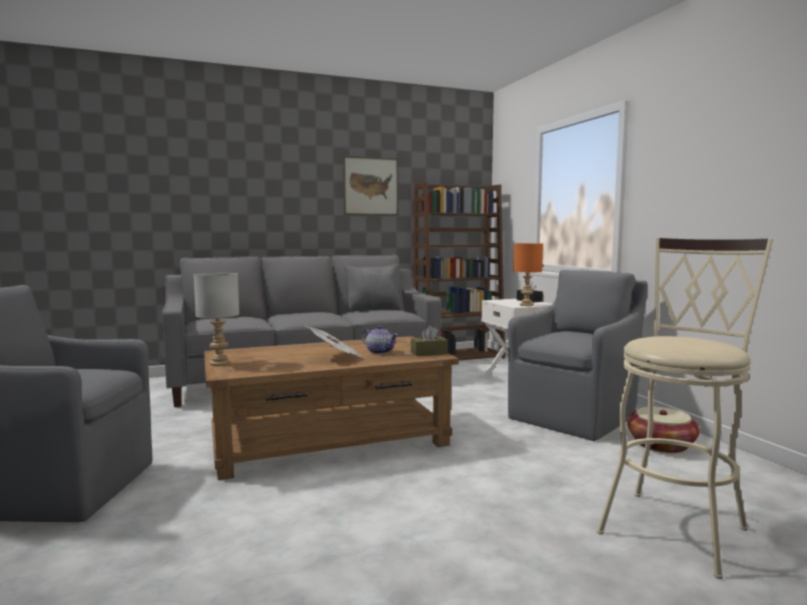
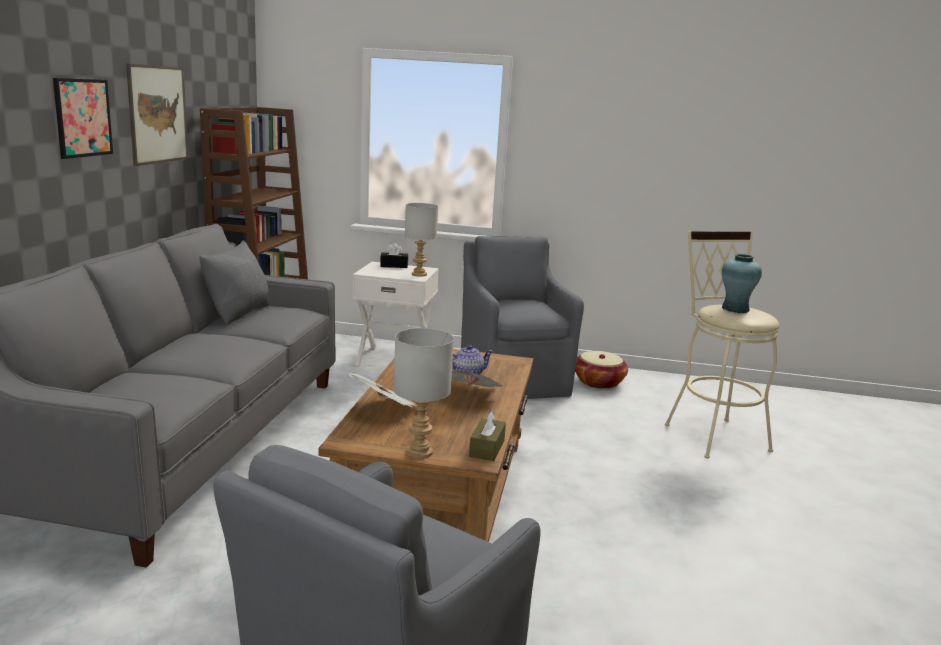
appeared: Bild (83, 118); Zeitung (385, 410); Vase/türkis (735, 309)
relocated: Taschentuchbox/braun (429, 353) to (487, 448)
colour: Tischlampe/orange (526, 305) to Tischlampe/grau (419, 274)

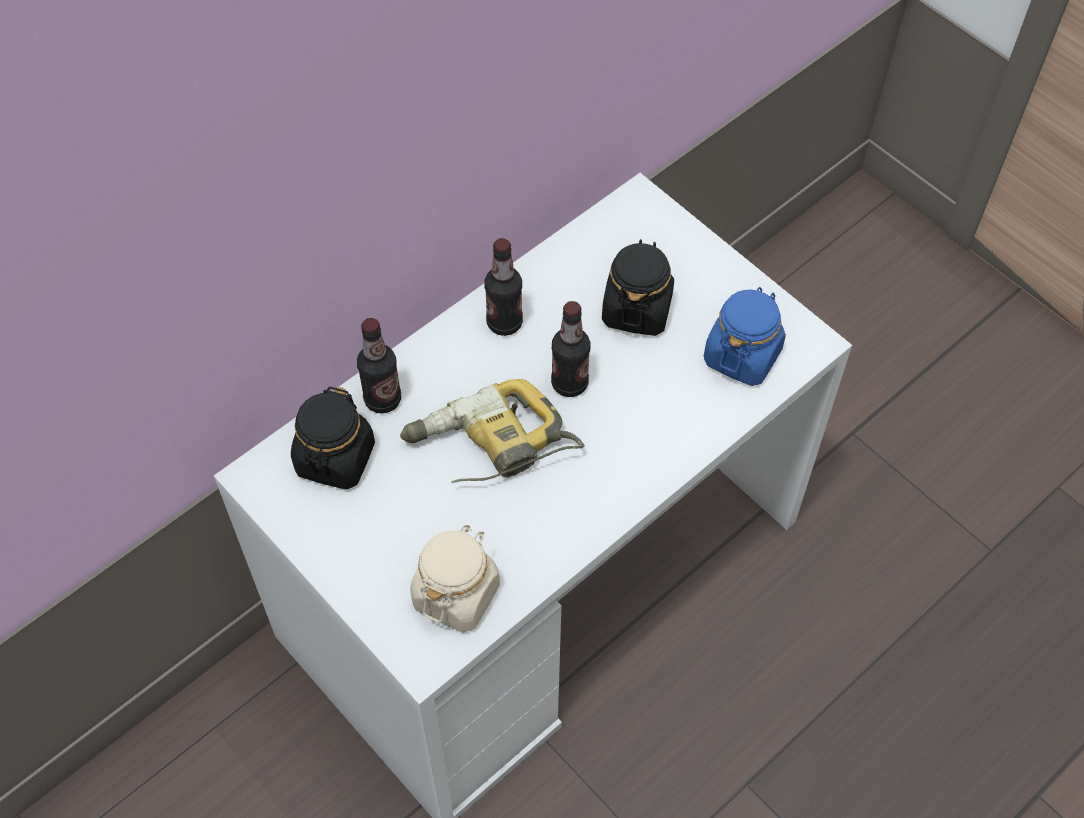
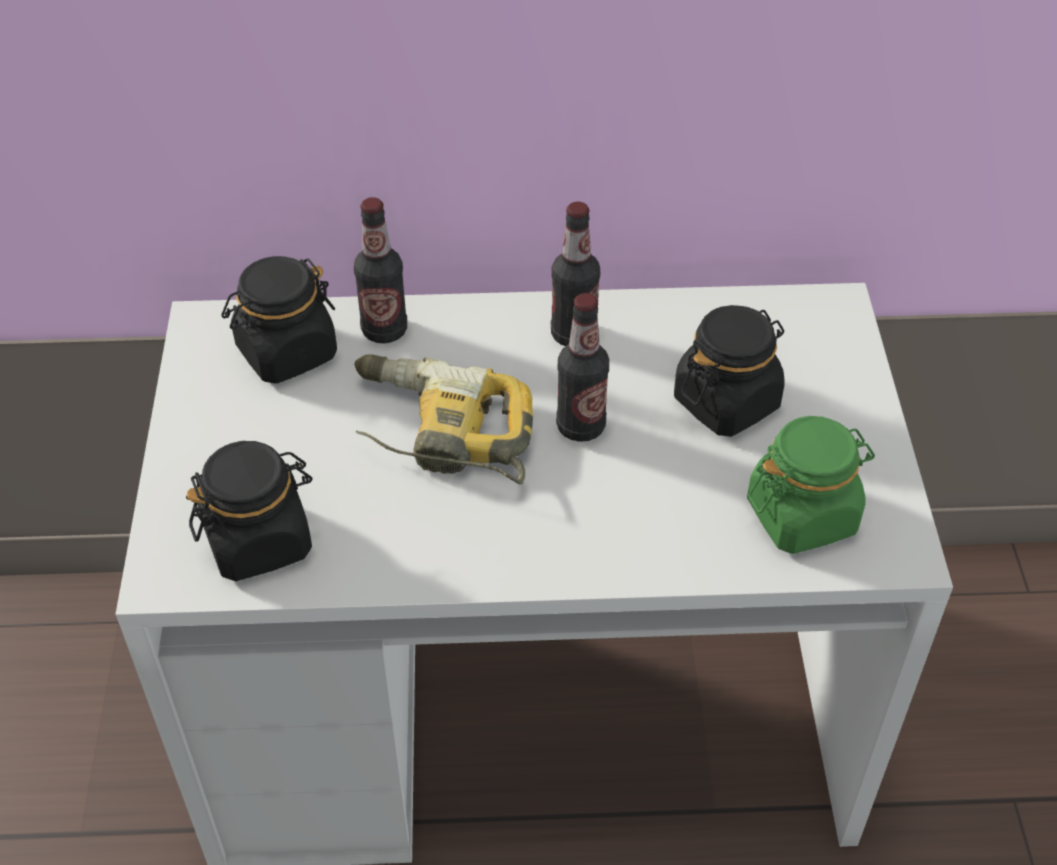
colour: Vorratsglas/beige (456, 594) to Vorratsglas/schwarz (259, 541); Vorratsglas/blau (742, 355) to Vorratsglas/grün (802, 515)

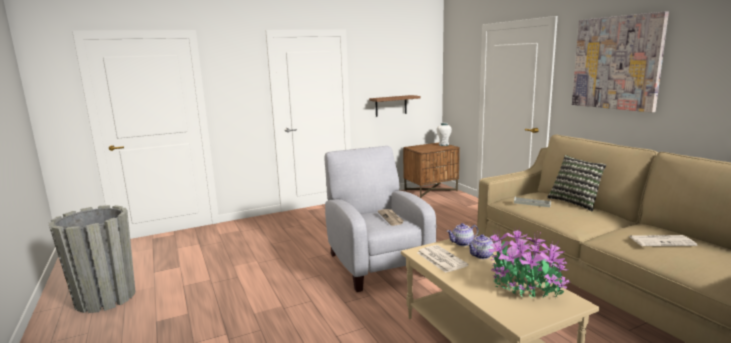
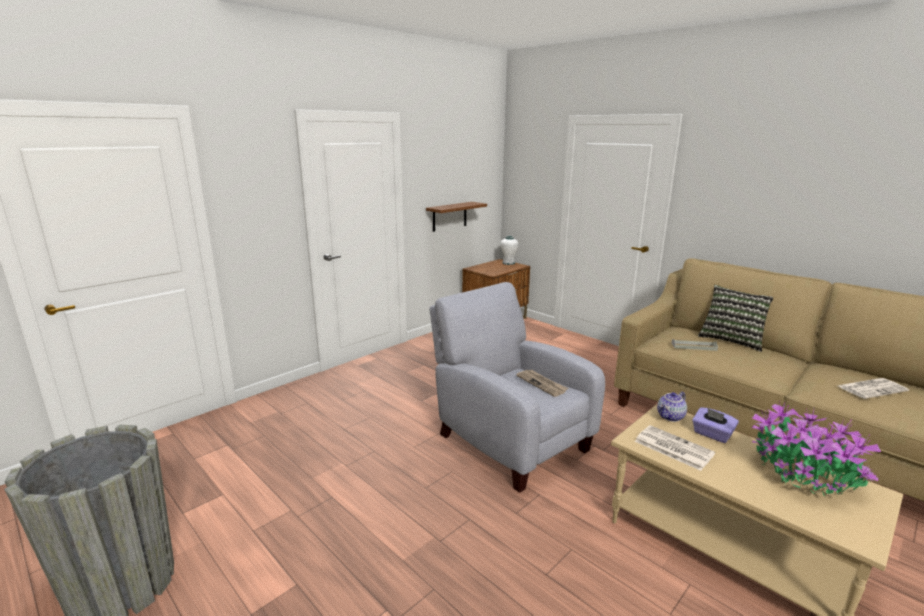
missing: Bild (616, 63)
exchanged: Teekanne (482, 256) to Taschentuchbox/lila (712, 434)

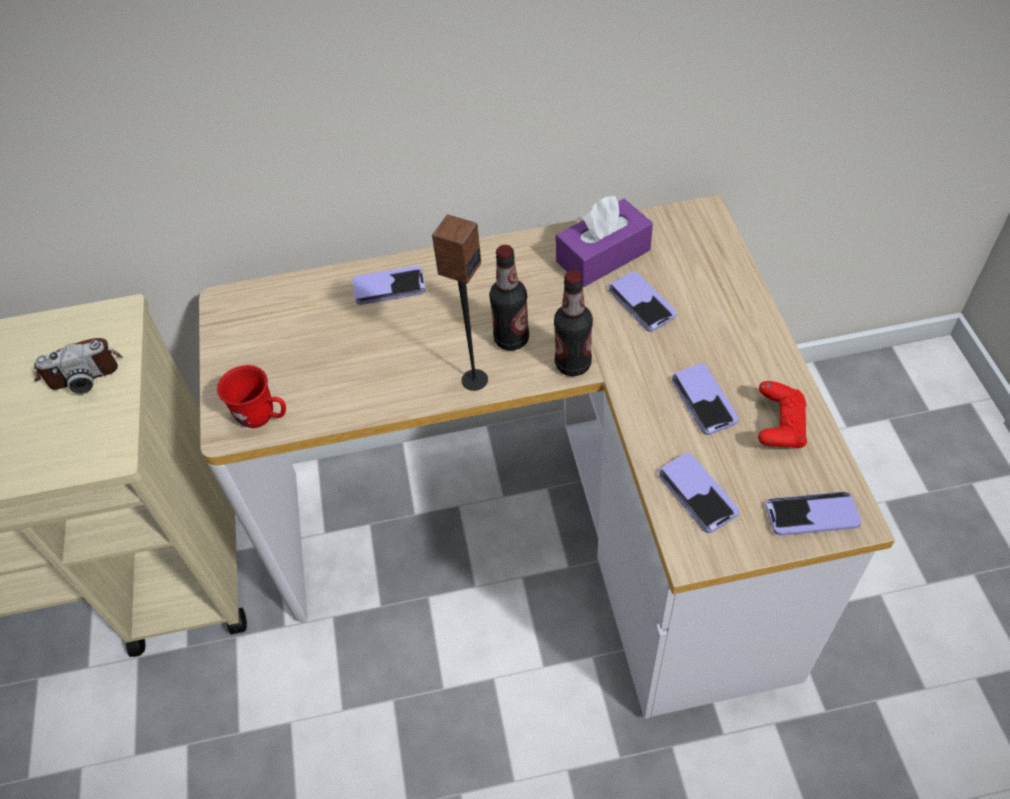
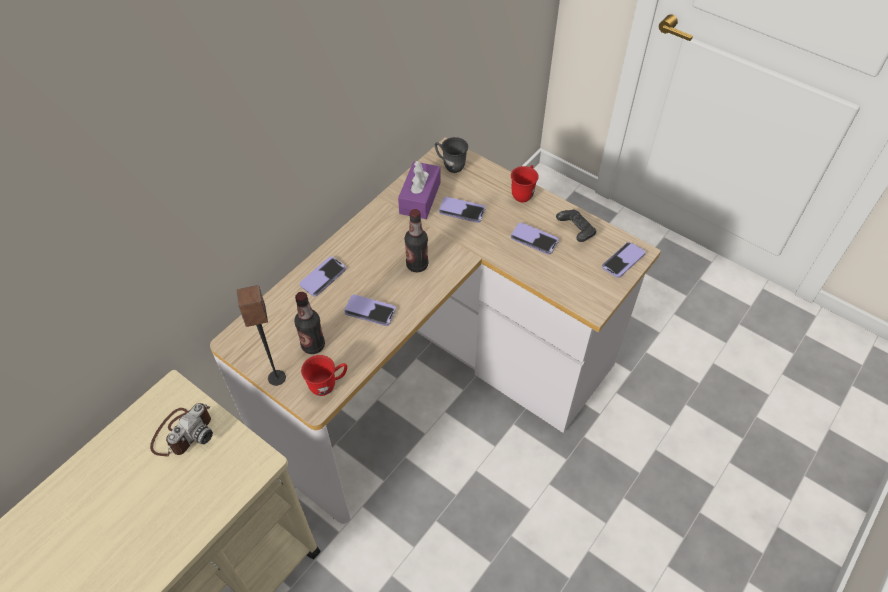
appeared: Henkelbecher/grau (450, 165); Henkelbecher/rot (524, 193)
relocated: Lautsprecher (474, 380) to (276, 378); Flasche (573, 364) to (313, 345); Handy (697, 494) to (370, 311)
colour: Gamepad/rot (779, 426) to Gamepad/schwarz (575, 231)

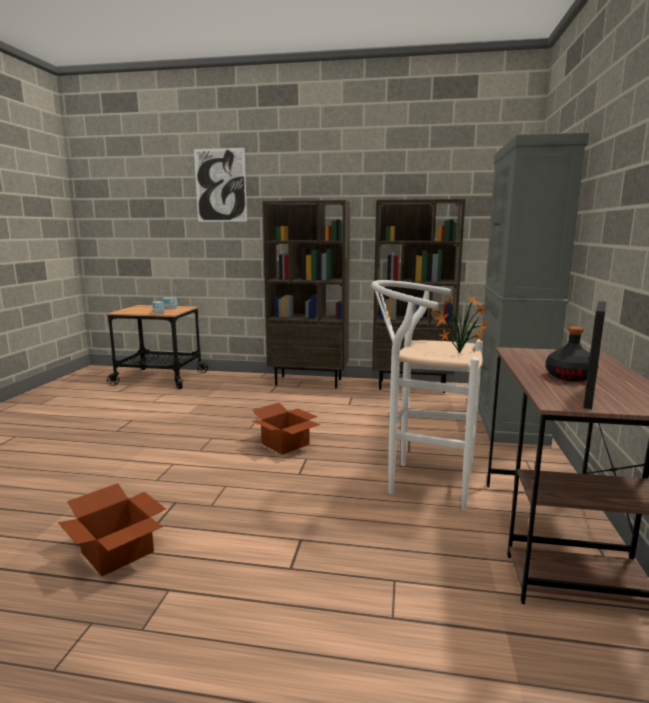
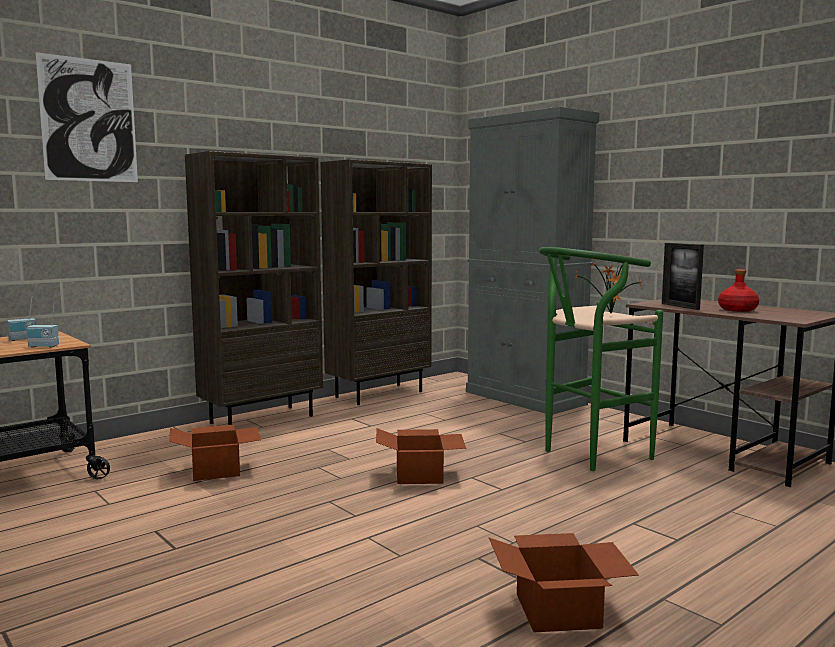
appeared: Karton (217, 470)
relocated: Bilderrahmen (589, 397) to (680, 306)
colour: Hocker/weiß (421, 482) to Hocker/grün (588, 456); Flasche/schwarz (570, 377) to Flasche/rot (737, 310)

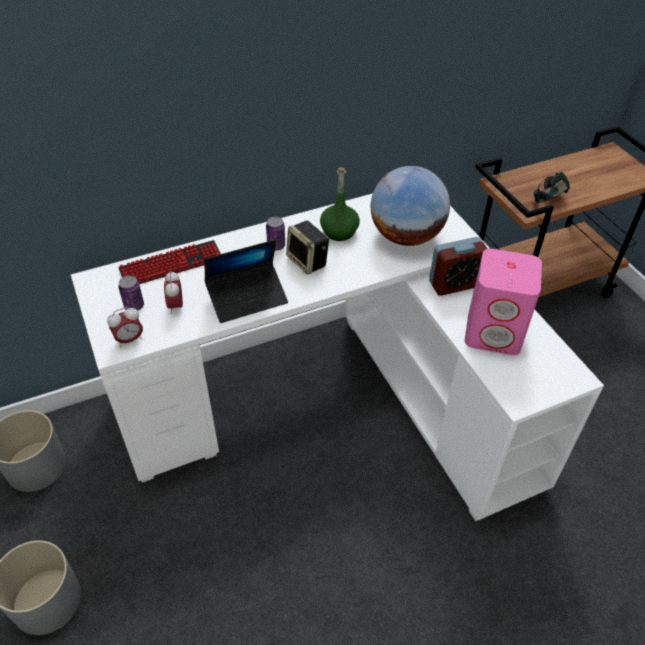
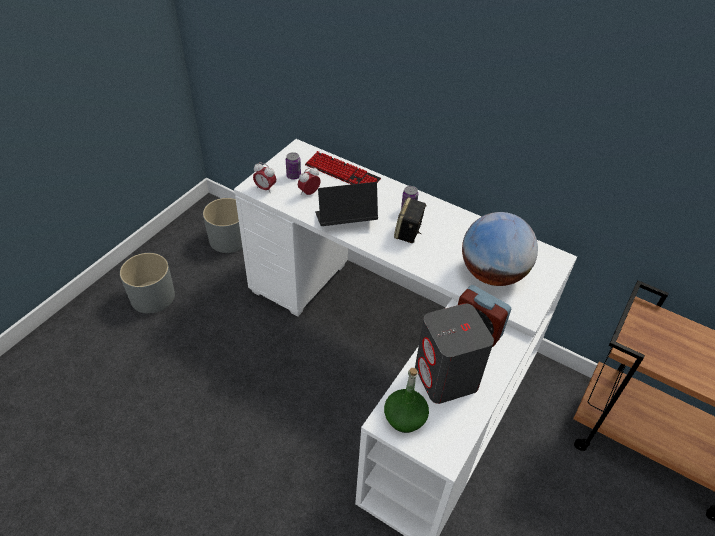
missing: Kopfhörer (548, 201)
relocated: Flasche/grün (339, 231) to (405, 418)
colour: Lautsprecher/rosa (494, 332) to Lautsprecher/grau (446, 378)
spun: Laptop (247, 298) = (345, 220) 135 degrees clockwise

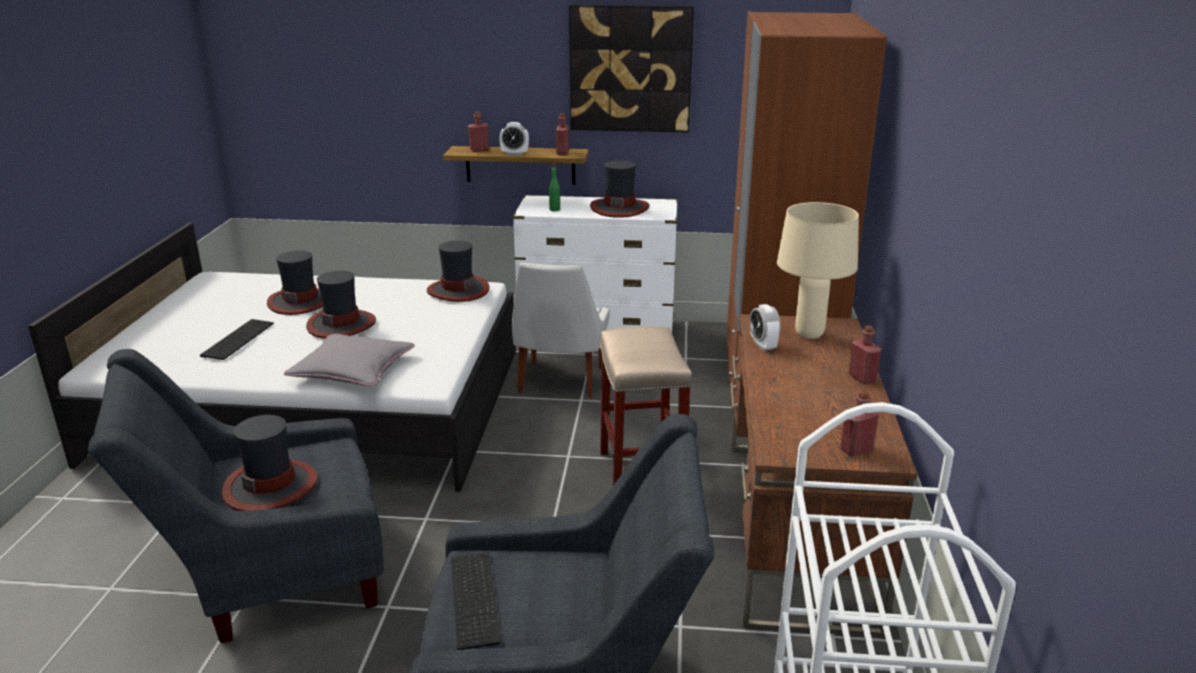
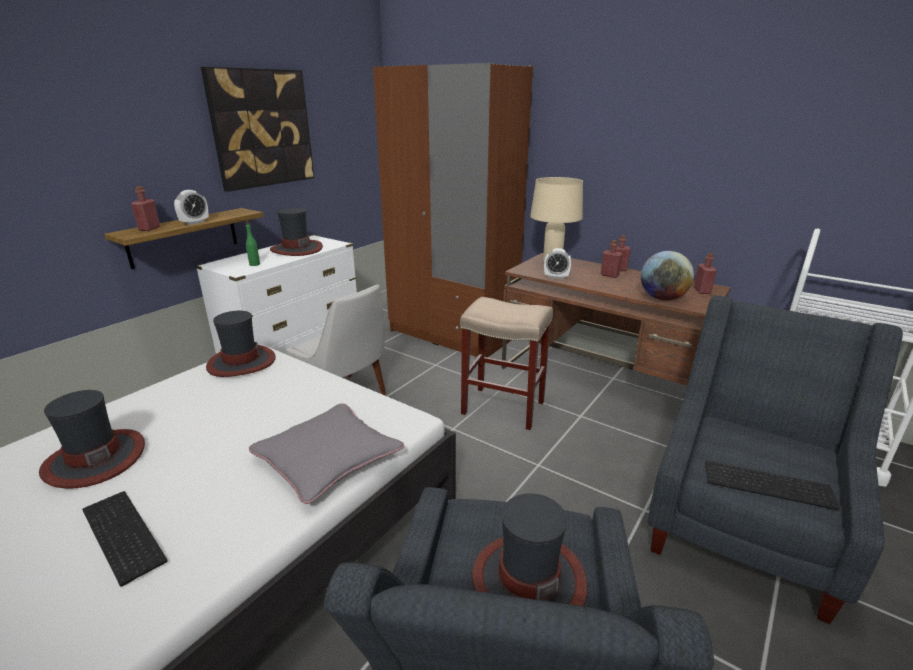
missing: Hut (342, 324)
appeared: Globus (662, 298)
relocated: Flasche/rot (562, 152) to (609, 275)

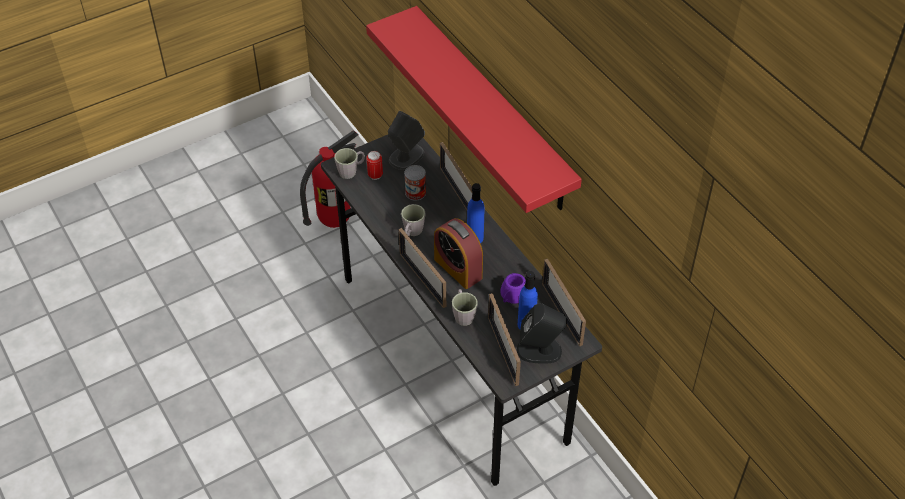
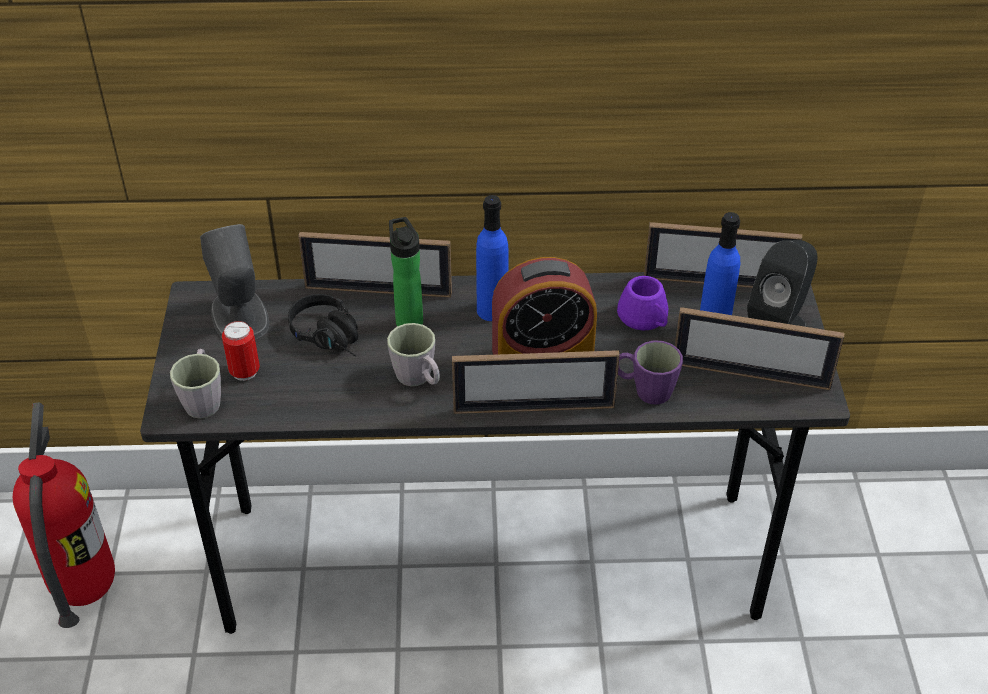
missing: Wandregal/rot (492, 110)
appeared: Flasche (408, 320)
exchanged: Dose (415, 192) to Kopfhörer/schwarz (332, 338)
colour: Henkelbecher/grau (463, 314) to Henkelbecher/lila (645, 390)

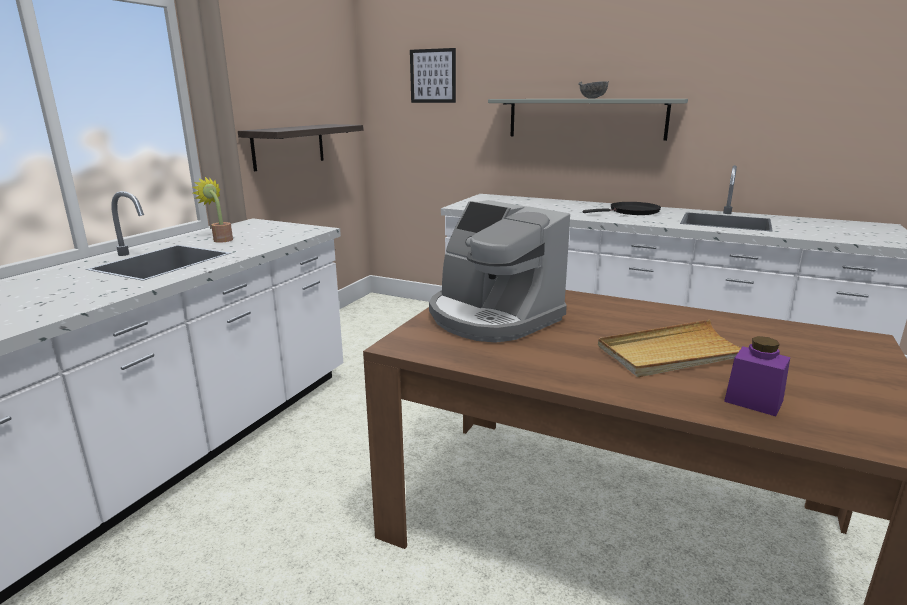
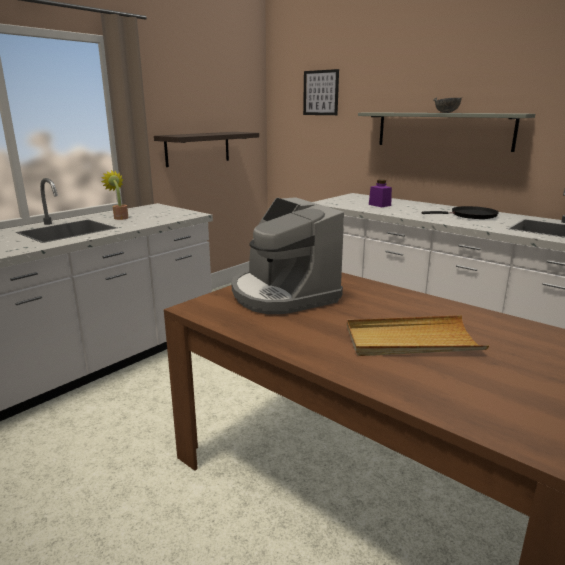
relocated: Vorratsglas/lila (753, 401) to (379, 205)

